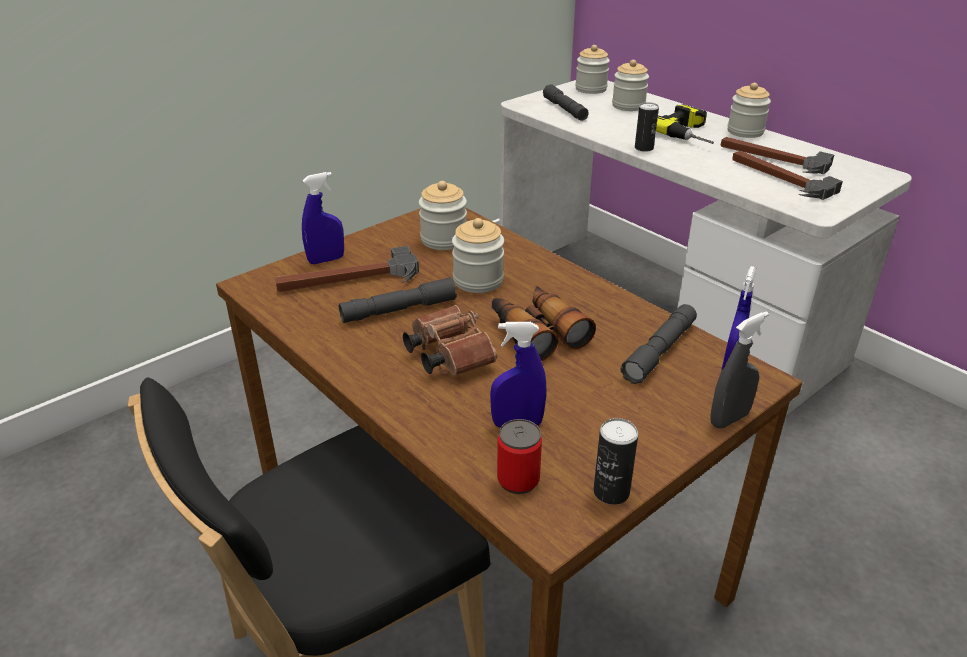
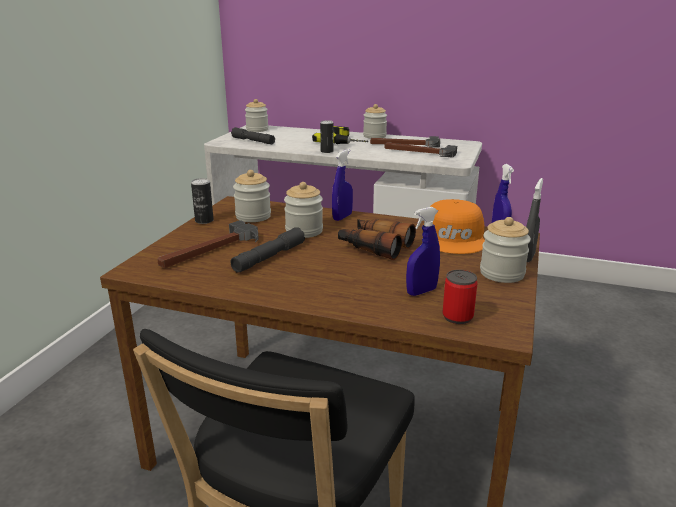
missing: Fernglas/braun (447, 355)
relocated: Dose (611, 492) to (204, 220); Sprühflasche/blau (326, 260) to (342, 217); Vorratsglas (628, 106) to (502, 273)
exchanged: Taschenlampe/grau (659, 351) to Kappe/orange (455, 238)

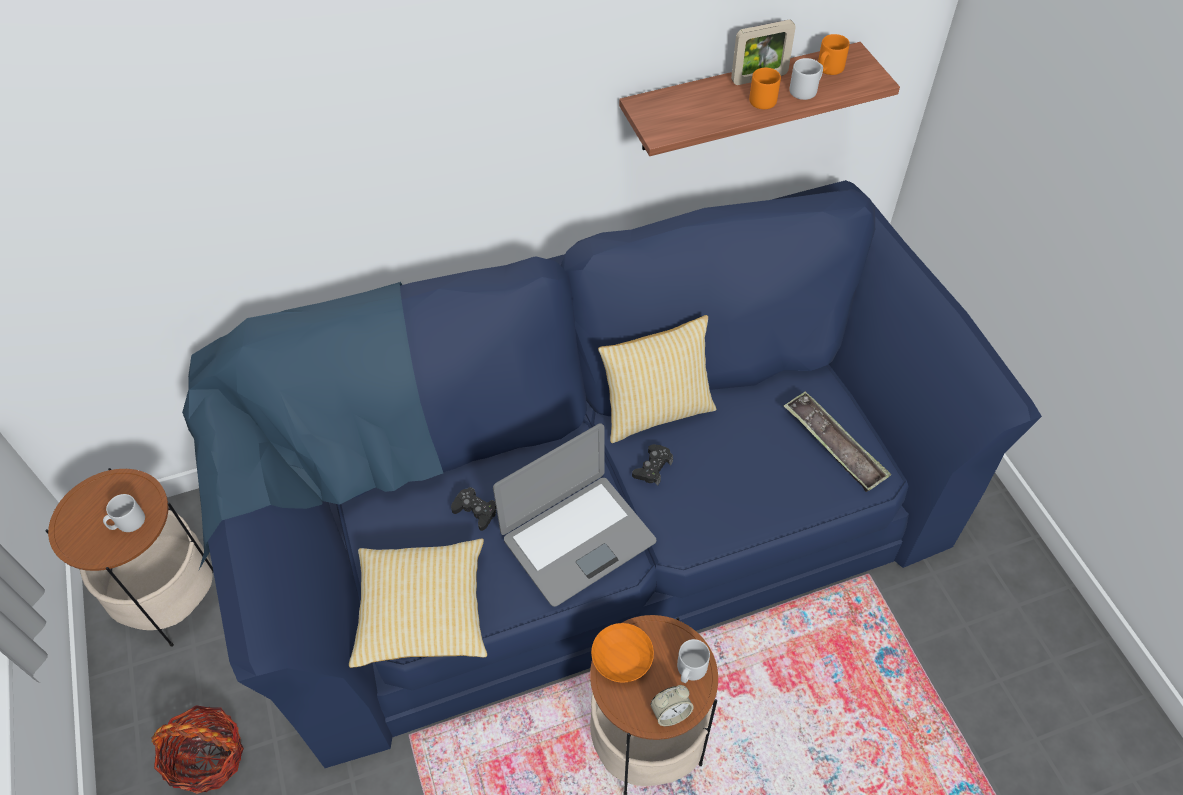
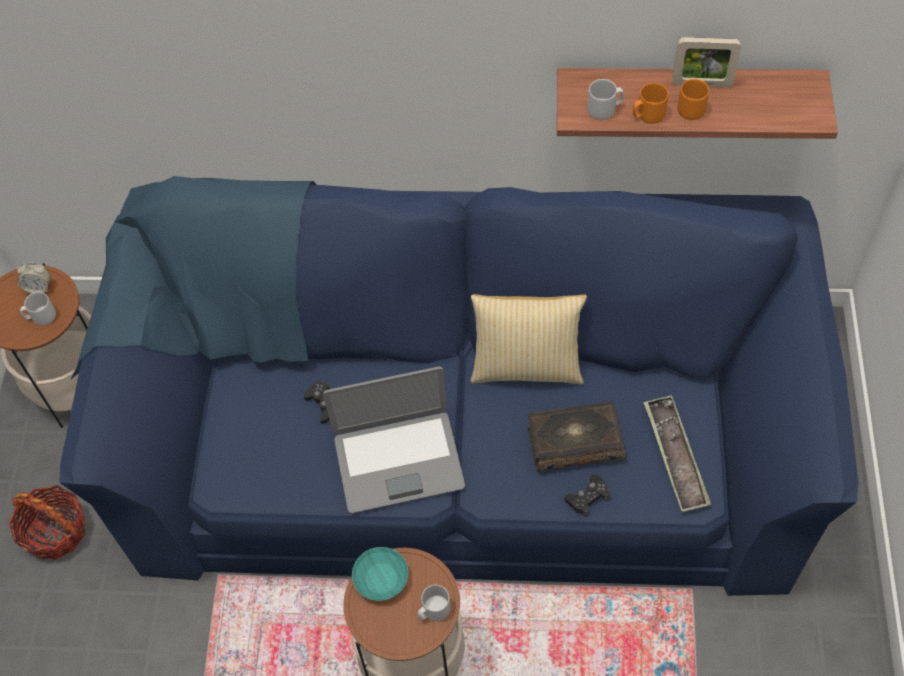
missing: Kissen (423, 612)
appeared: Buch (574, 442)
relocated: Wecker (670, 713) to (39, 287); Gamepad/schwarz (653, 468) to (587, 497); Henkelbecher/grau (805, 90) to (604, 109); Henkelbecher/orange (828, 69) to (647, 115)
colour: Schüssel/orange (623, 659) to Schüssel/türkis (382, 580)

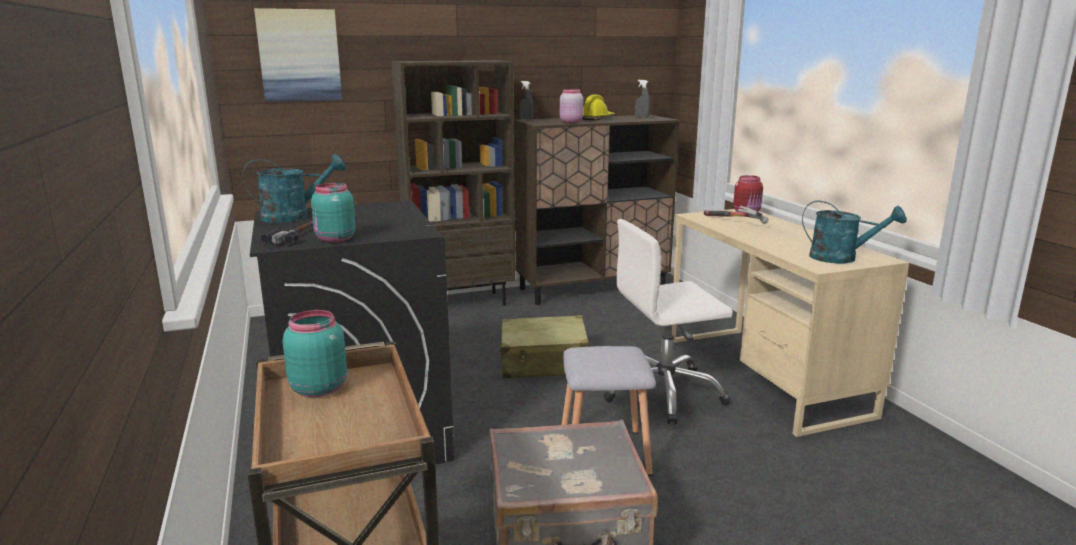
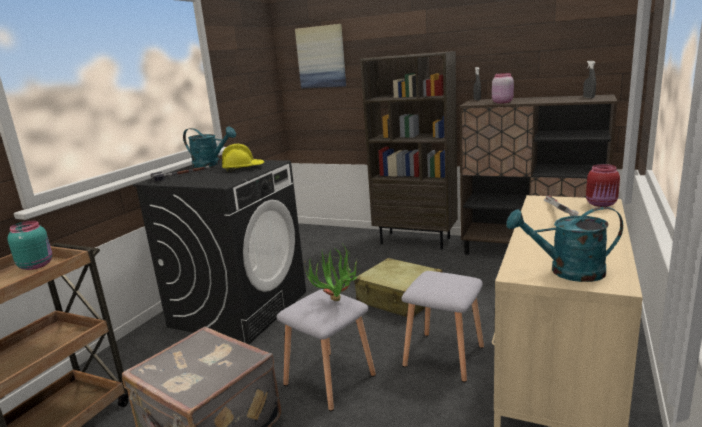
missing: Vorratsglas/türkis (334, 239)
appeared: Topfpflanze (337, 304)
relocated: Schutzhelm/gelb (596, 119) to (243, 168)
exchanged: Bürostuhl/weiß (664, 393) to Hocker/grau (443, 355)
spun: Gießkanne/türkis (841, 258) = (567, 271) 120 degrees clockwise

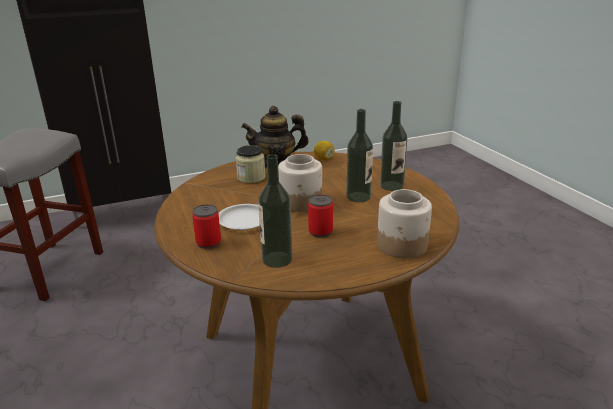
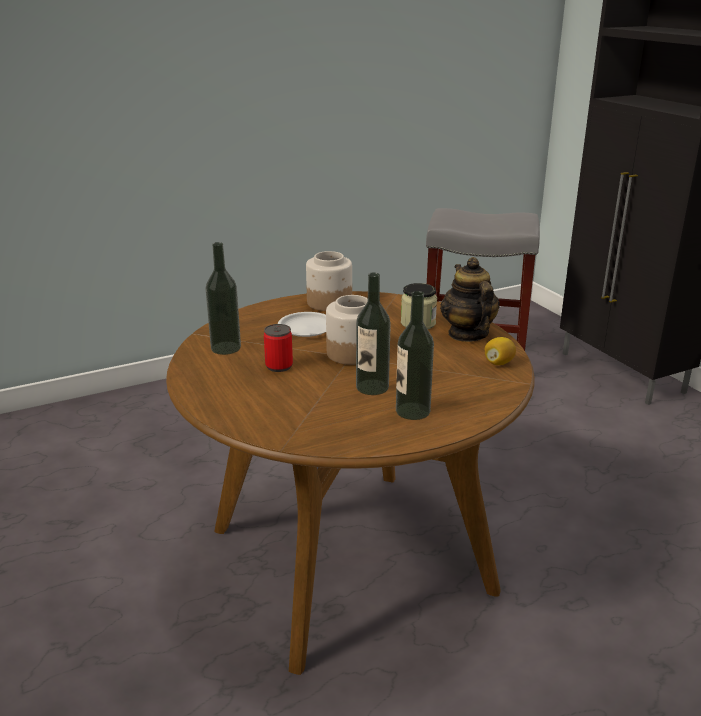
missing: Dose (208, 243)
relocated: Vorratsglas (402, 245) to (328, 303)

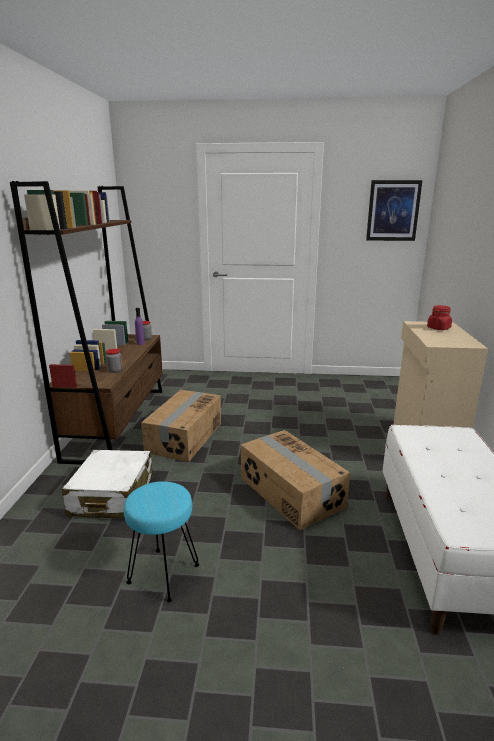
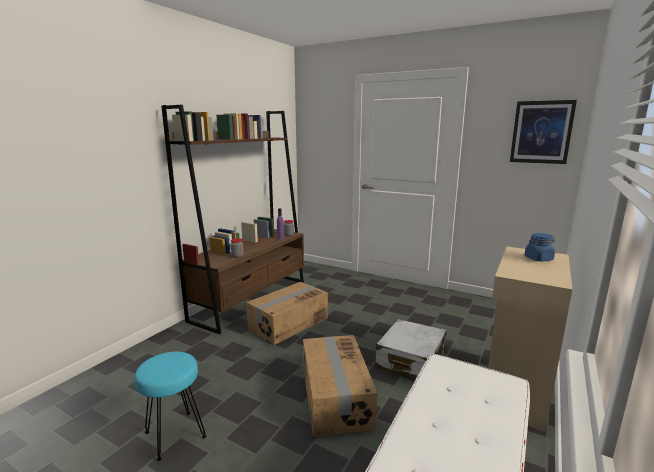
relocated: Koffer/weiß (112, 495) to (410, 360)
colour: Vorratsglas/rot (438, 328) to Vorratsglas/blau (538, 258)

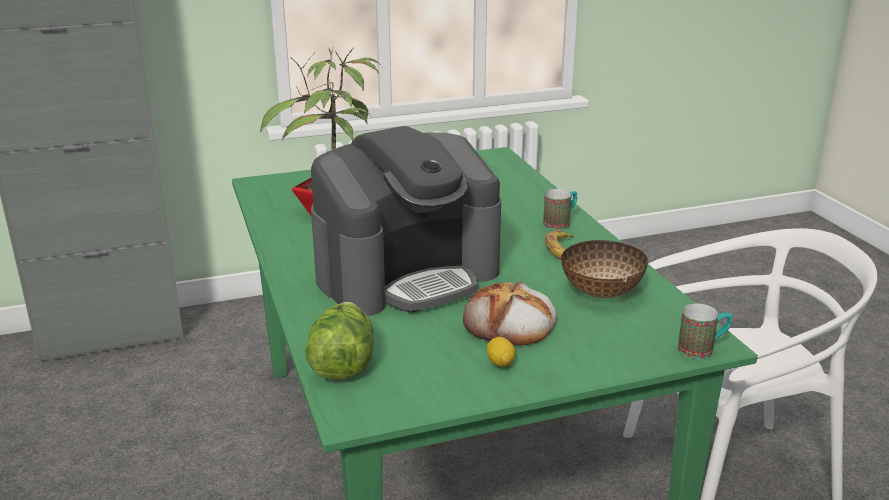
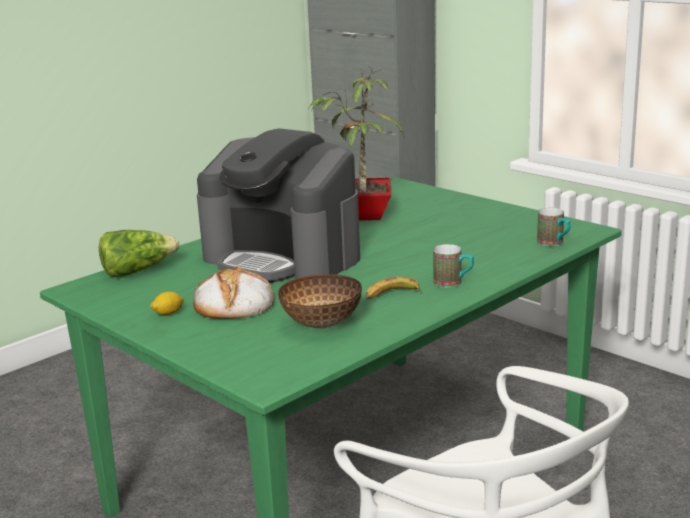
relocated: Henkelbecher (702, 350) to (554, 244)

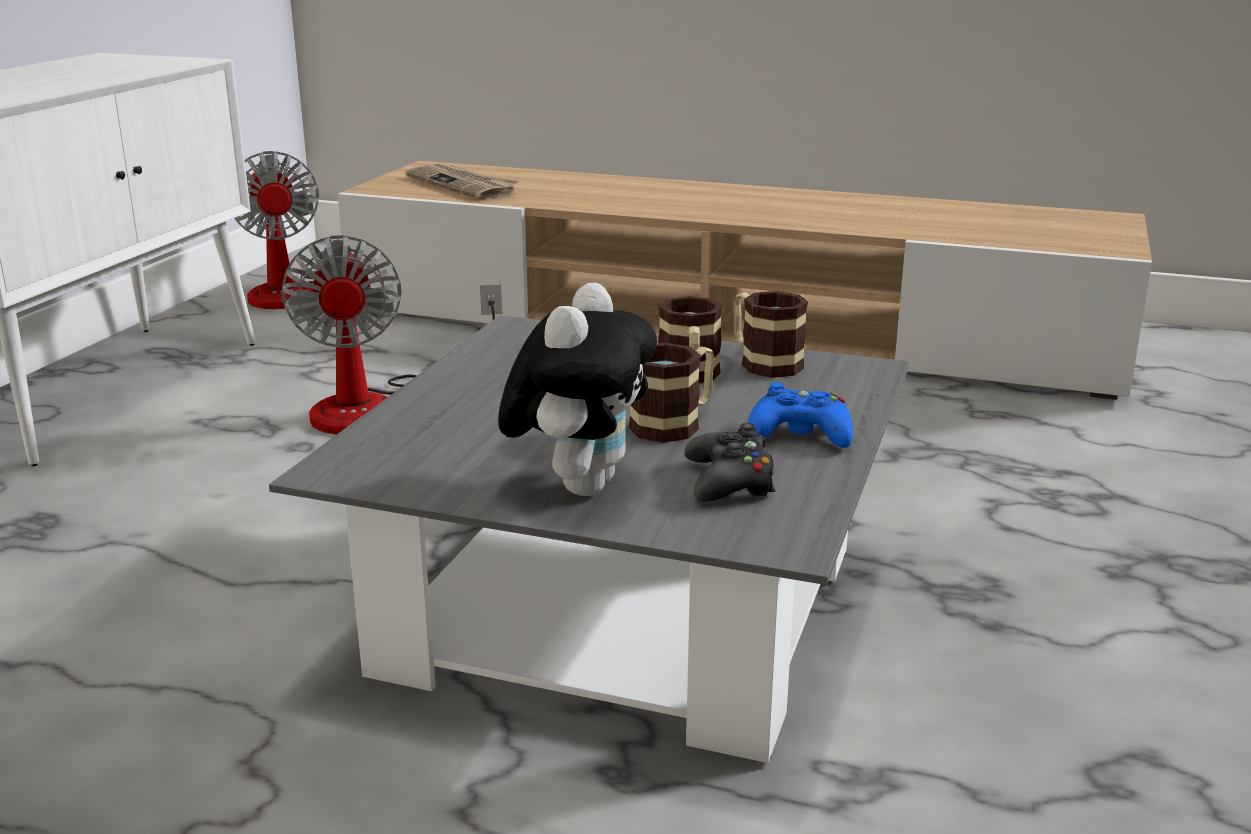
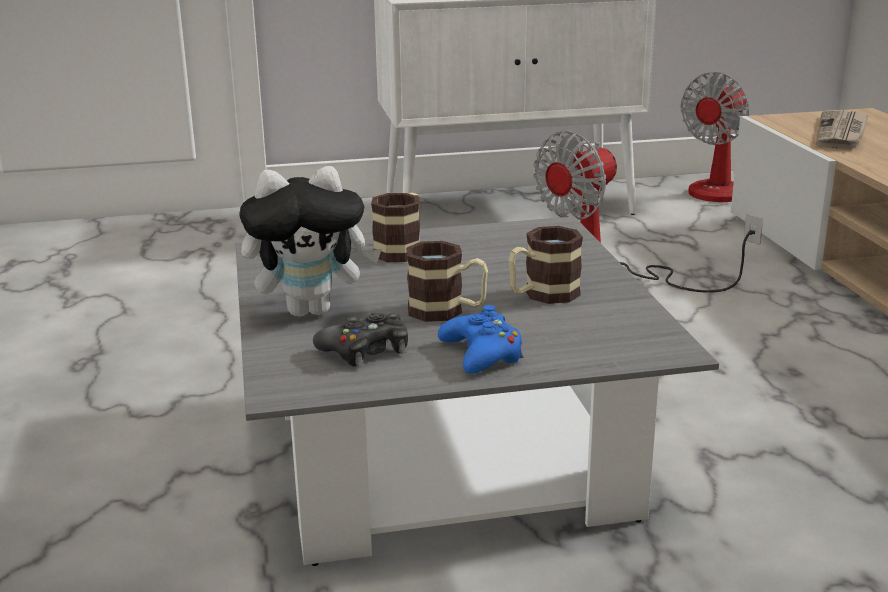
relocated: Henkelbecher (763, 362) to (402, 249)

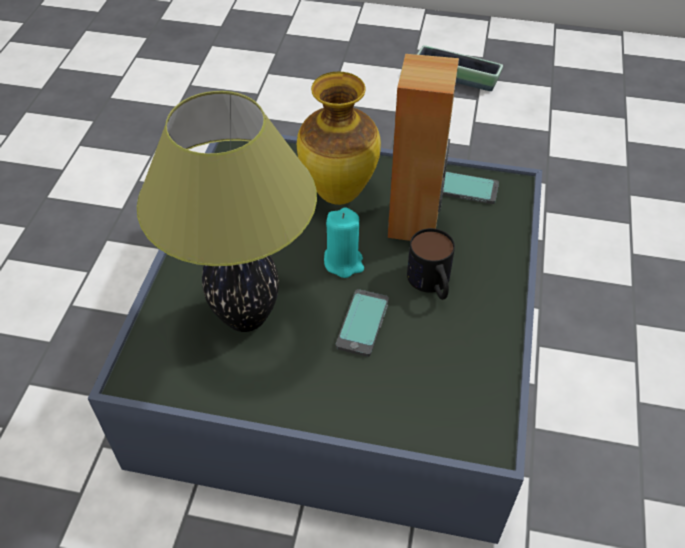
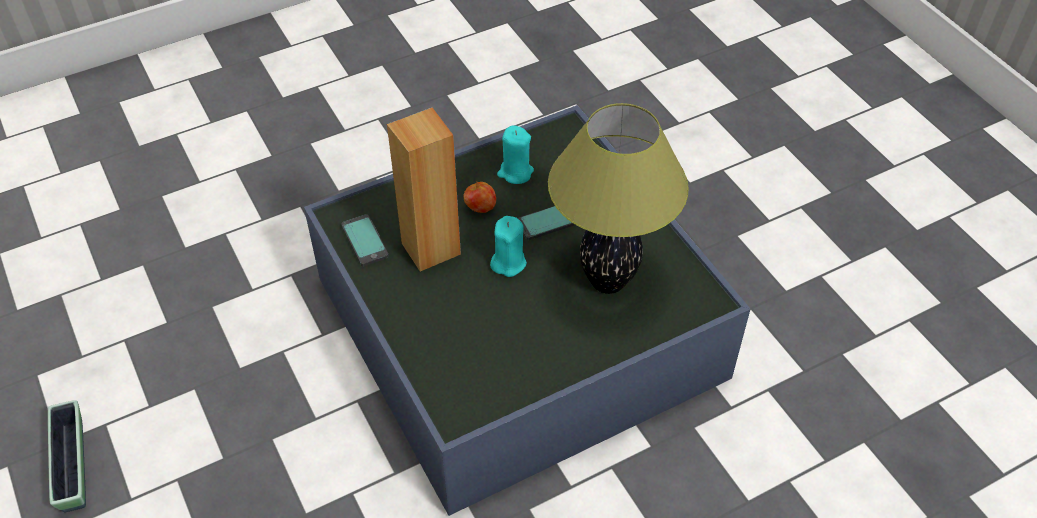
missing: Vase (339, 195)
appeared: Kerze/türkis (515, 172)
exchanged: Henkelbecher (432, 284) to Apfel (480, 208)

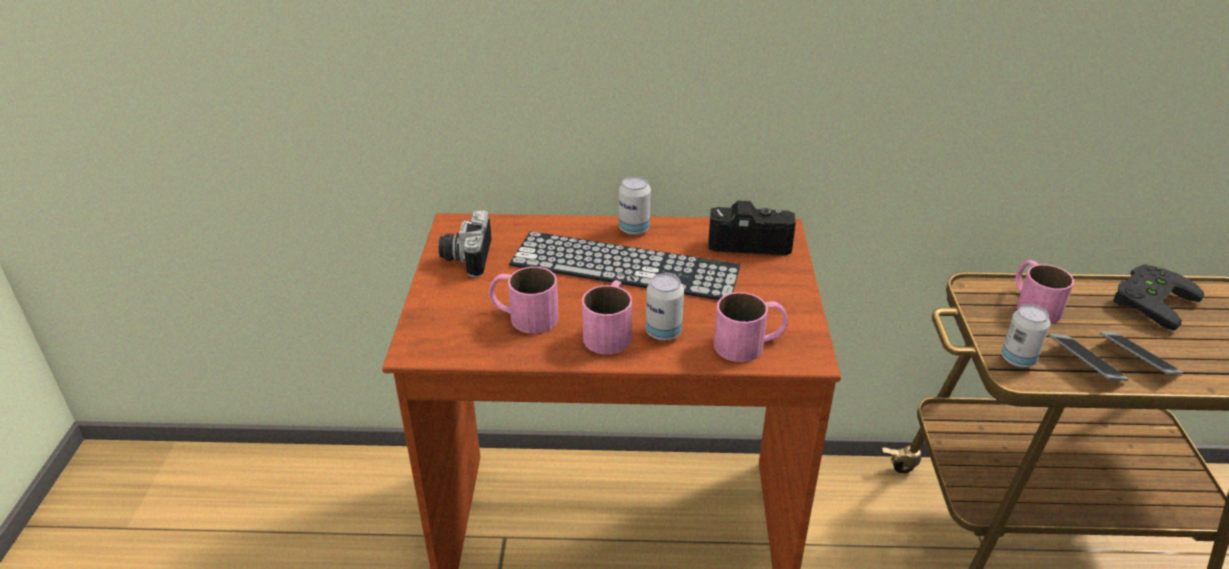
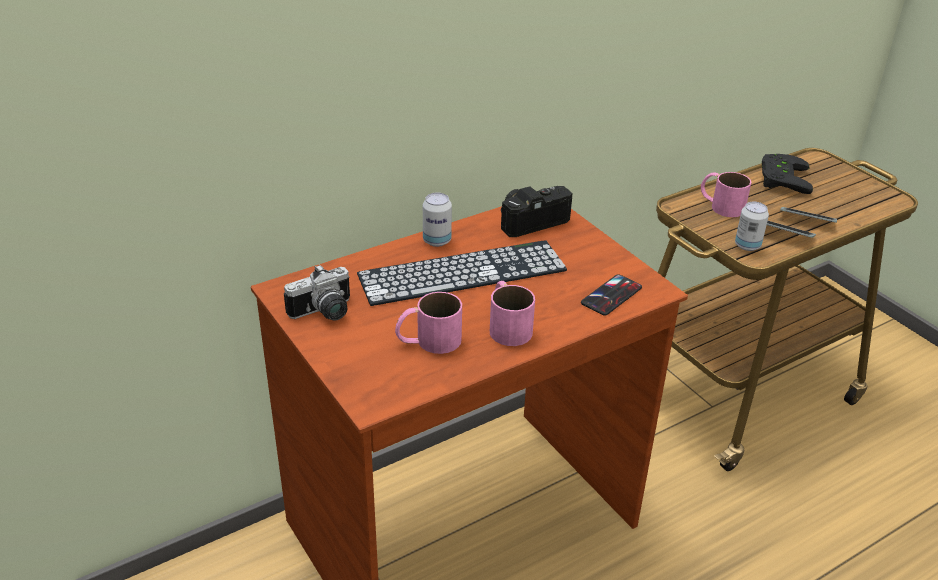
missing: Dose (663, 332)
exchanged: Henkelbecher/rosa (750, 344) to Handy (611, 295)
spun: Kamera (465, 257) = (324, 313) 90 degrees counterclockwise

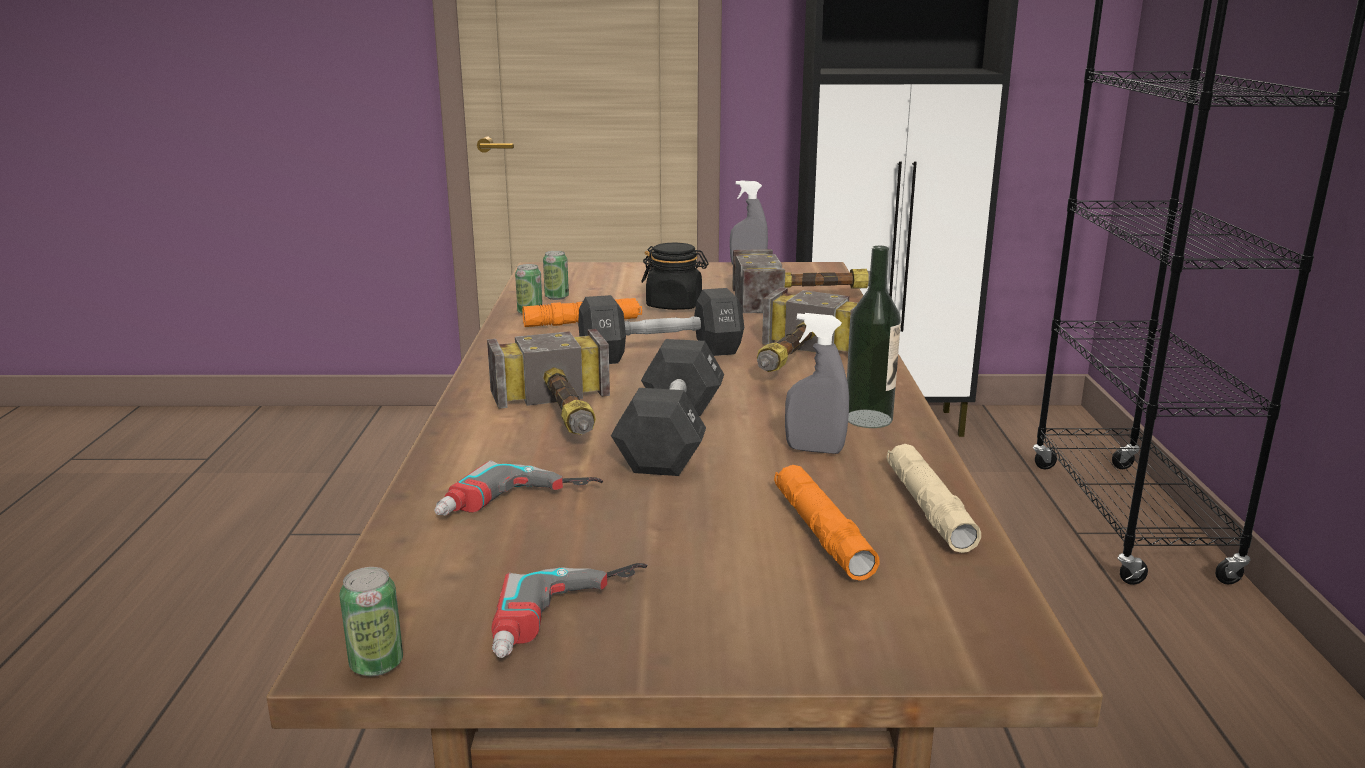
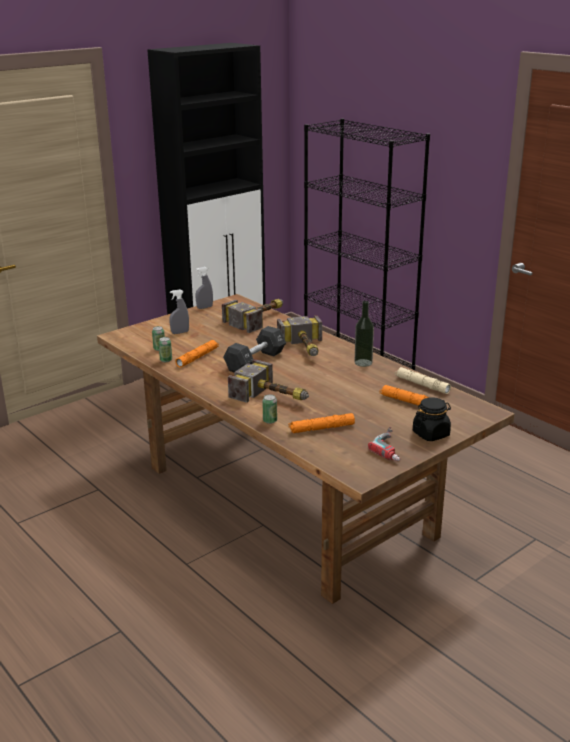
missing: Hantel/schwarz (671, 436)
relocated: Sprühflasche/grau (814, 450) to (180, 332); Dose (376, 664) to (270, 421); Vorratsglas/schwarz (674, 305) to (431, 434)
exchanged: Bohrmaschine (518, 506) to Taschenlampe/orange (321, 428)

